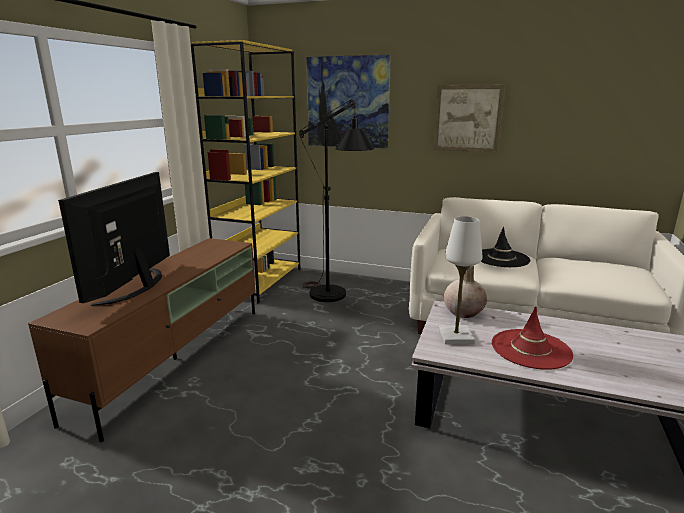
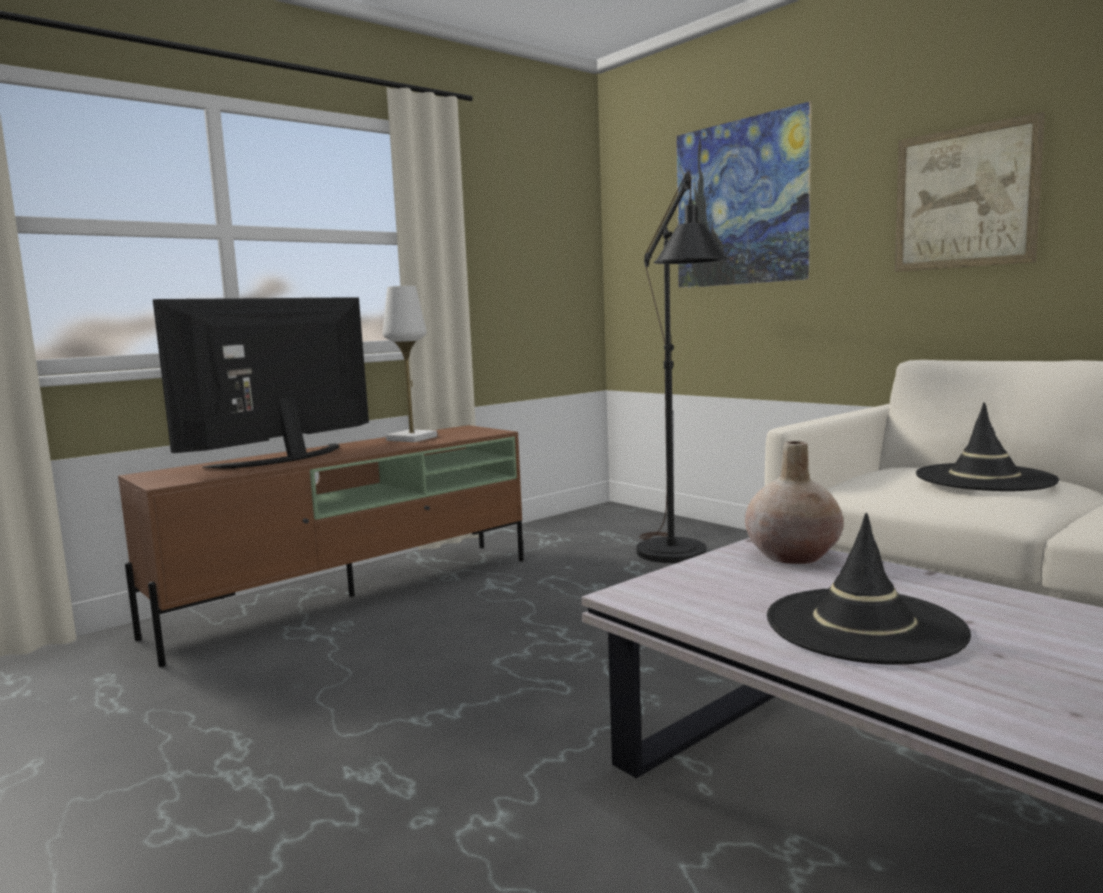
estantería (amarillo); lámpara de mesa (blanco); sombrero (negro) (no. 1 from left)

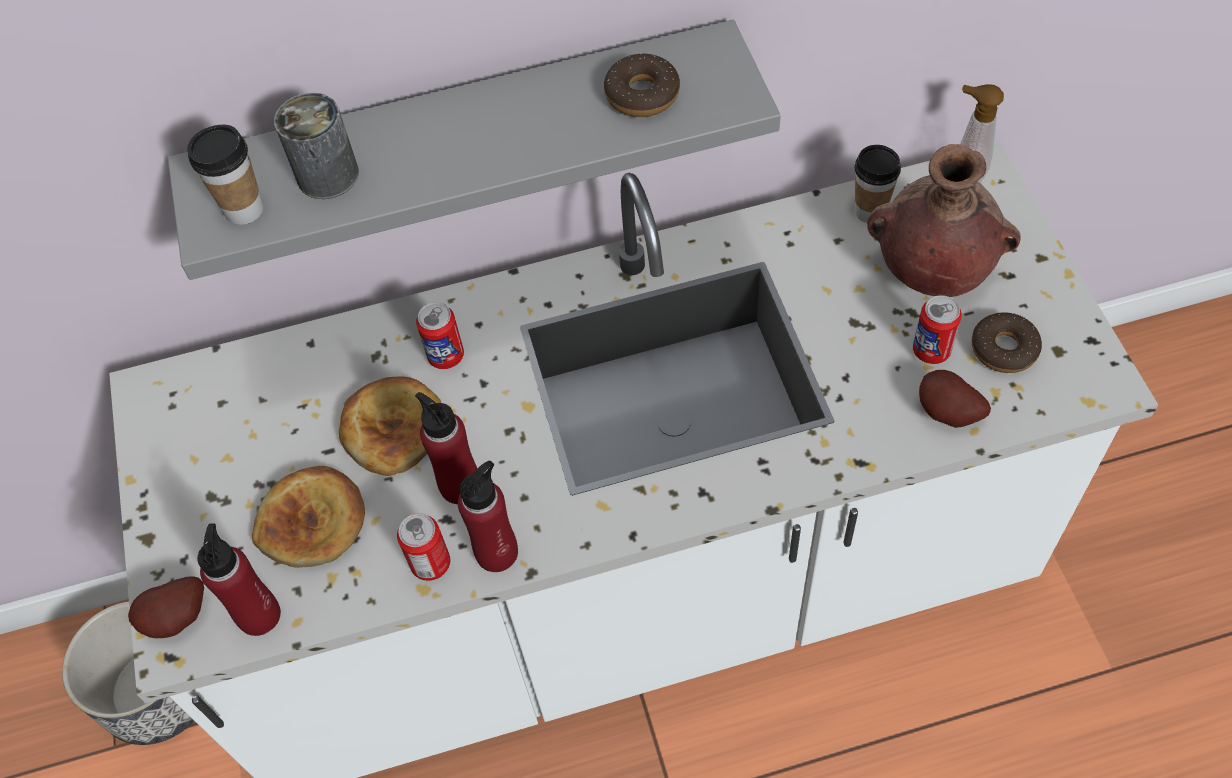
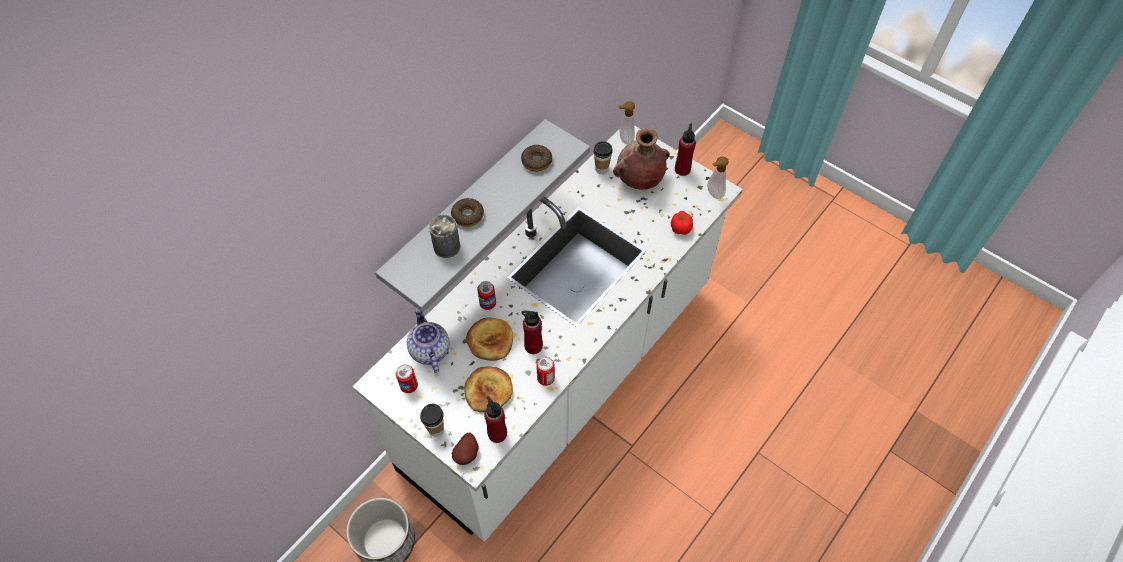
tetera; dispensador de jabón (no. 2 from left); taza (no. 1 from left); botella (rojo) (no. 3 from left); lata (no. 1 from left); rosquilla (no. 1 from left); tomate

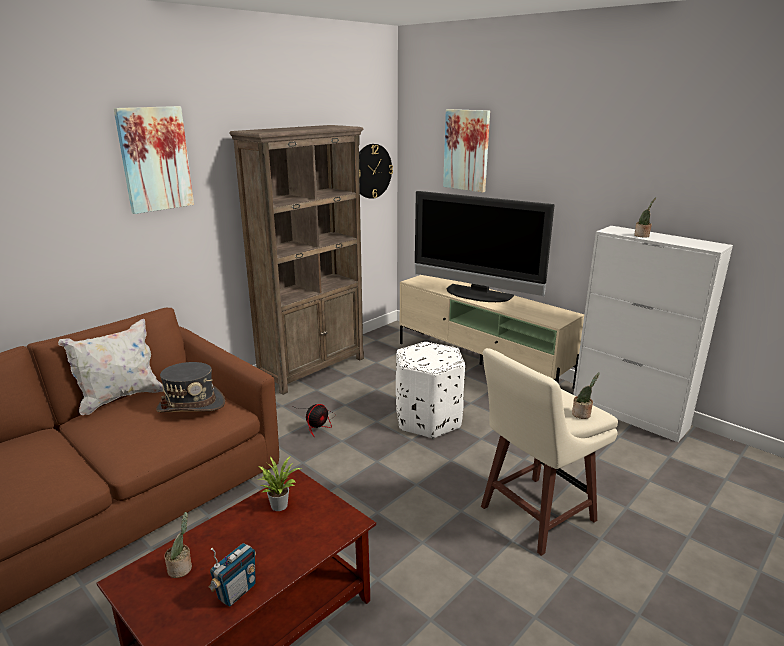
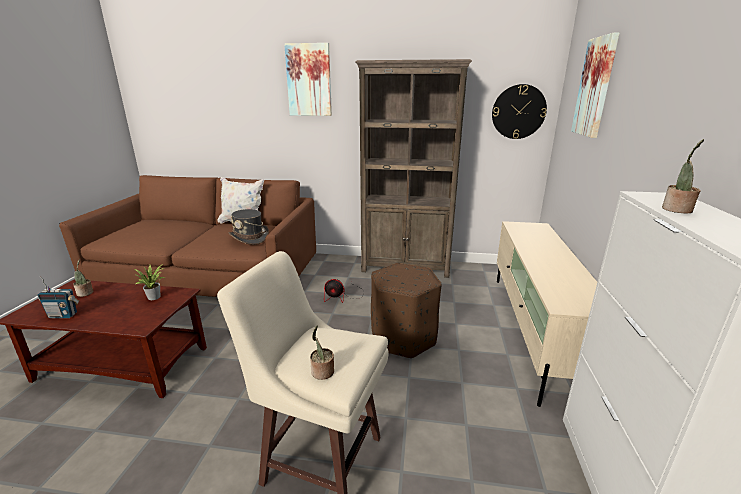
televisor; puf (marrón)

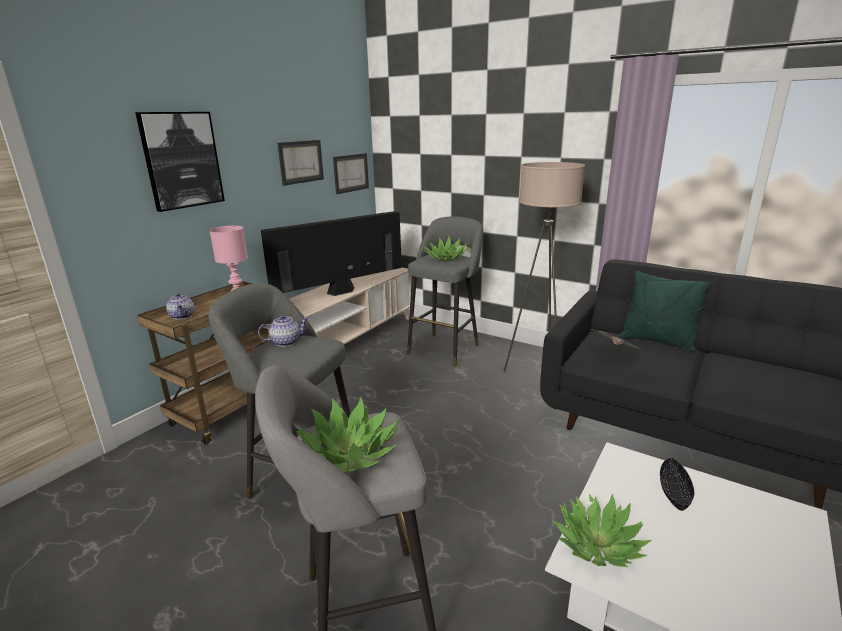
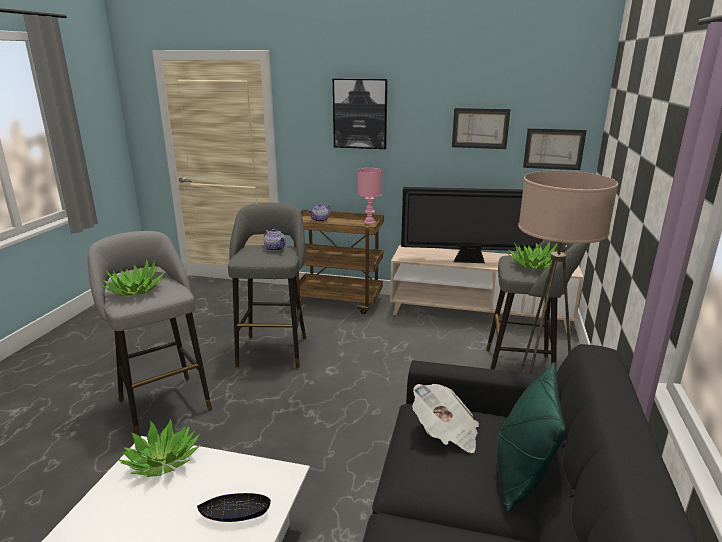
televisor

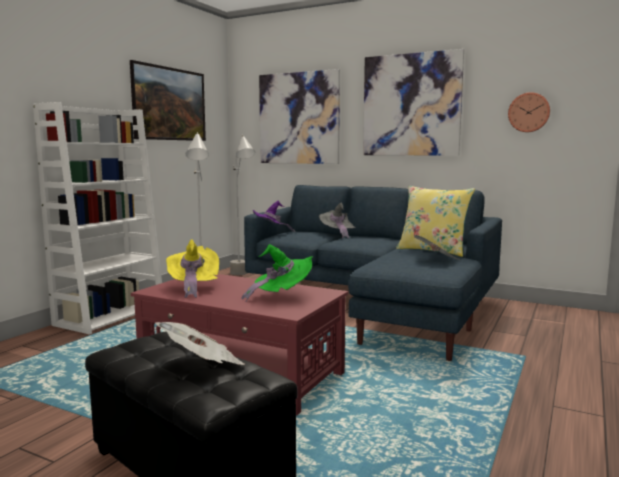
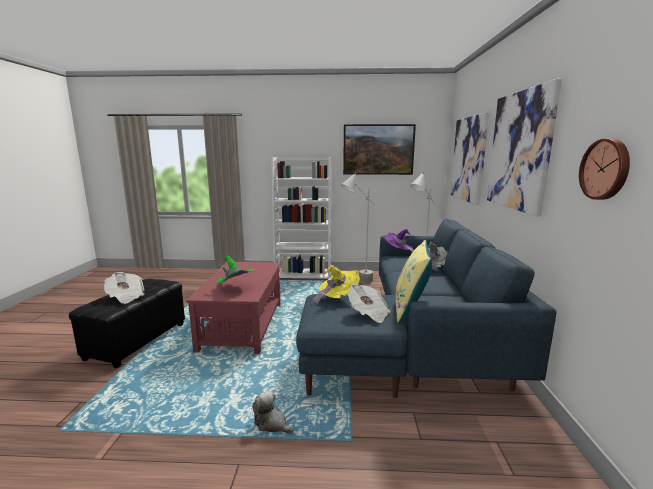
peluche; sombrero (amarillo)

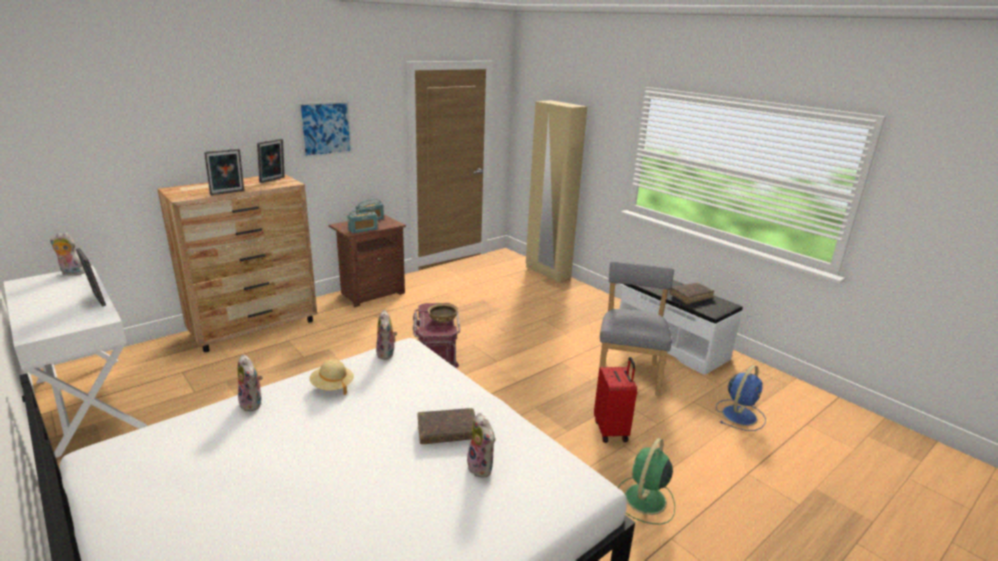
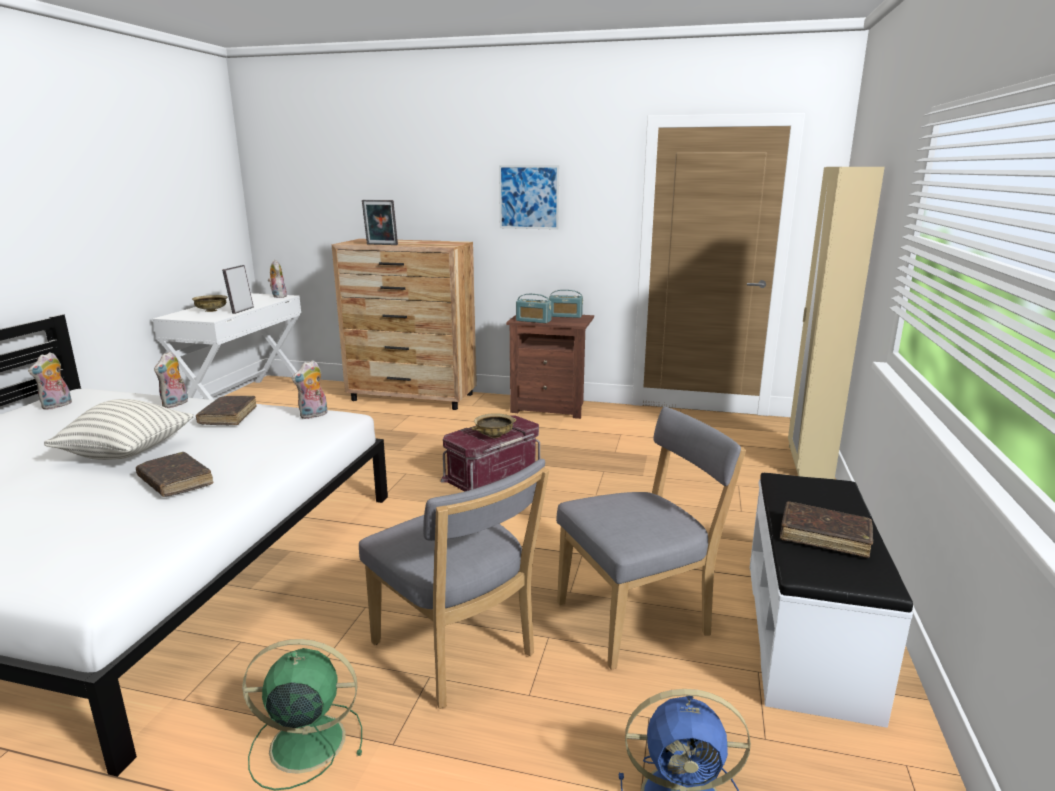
portarretratos (no. 3 from left in the first image); cojín; cuenco (beis) (no. 1 from left); peluche (no. 1 from left); libro (marrón) (no. 2 from left); silla (gris) (no. 1 from left)

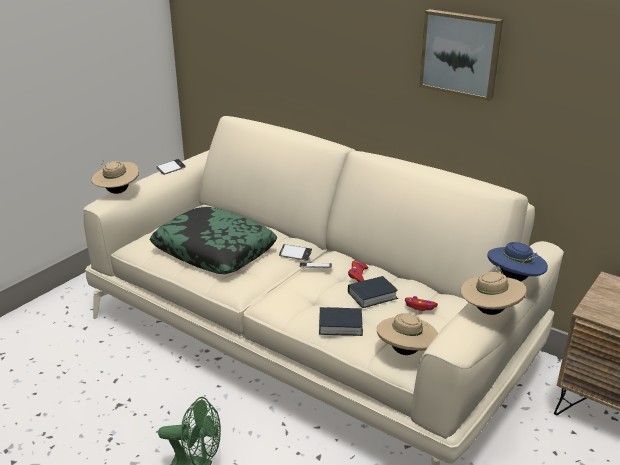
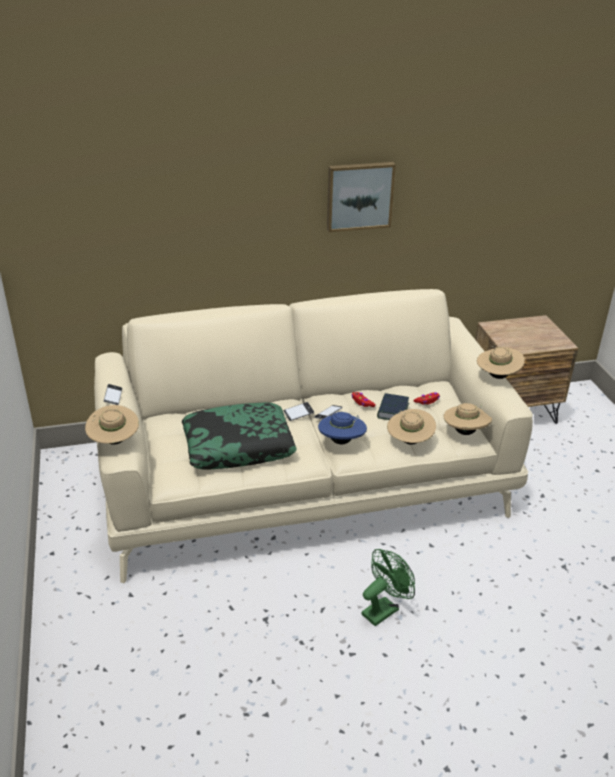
sombrero (azul); sombrero (beis) (no. 2 from left)

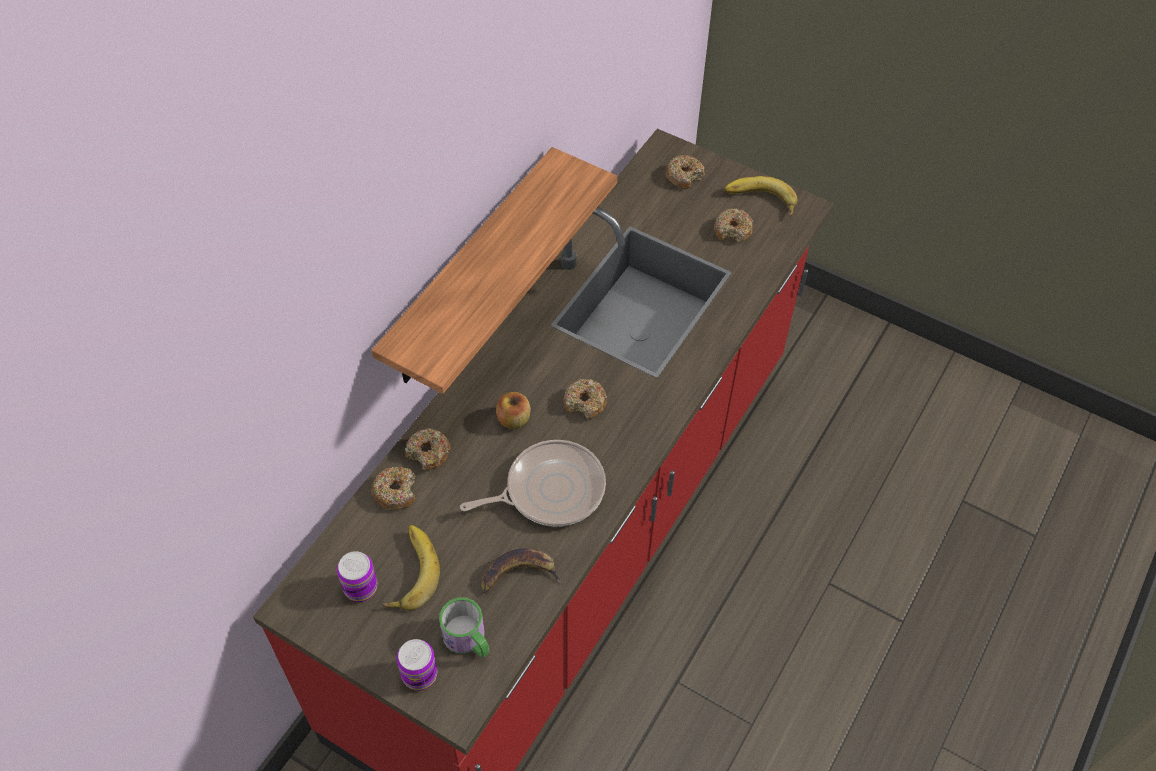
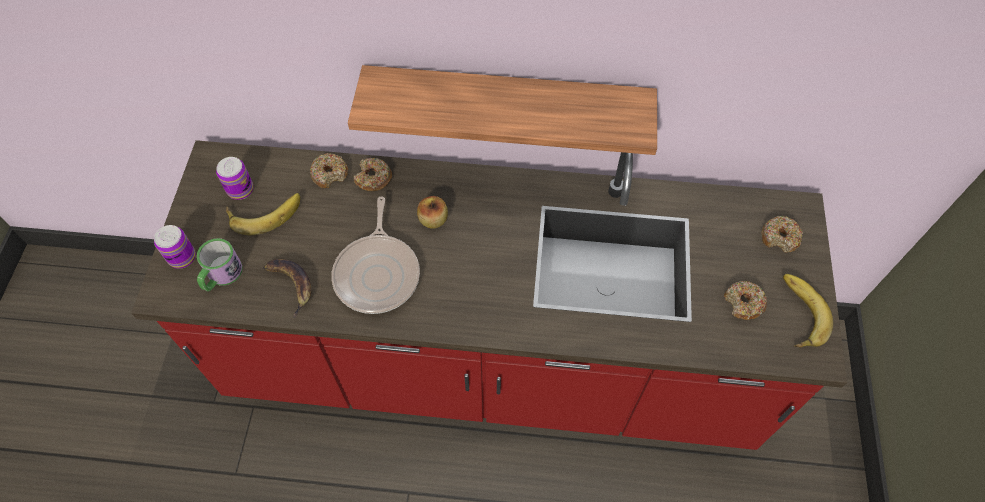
rosquilla (no. 3 from left in the first image); sartén

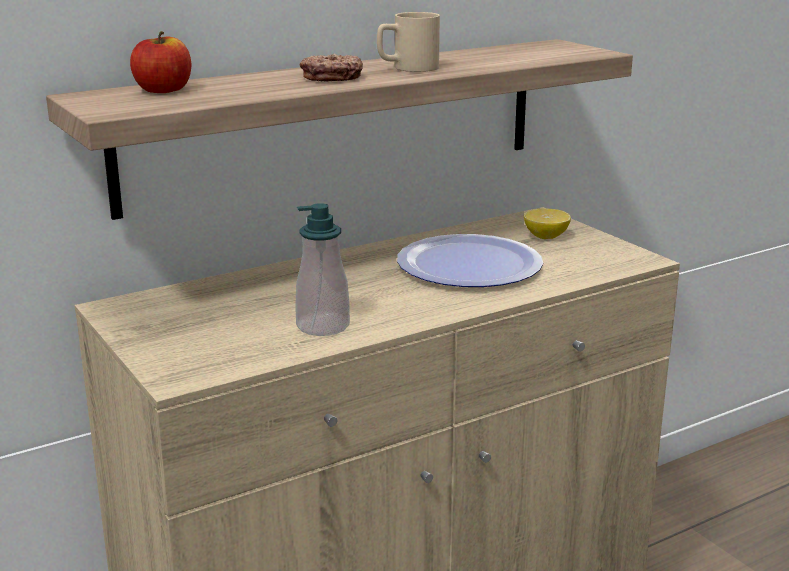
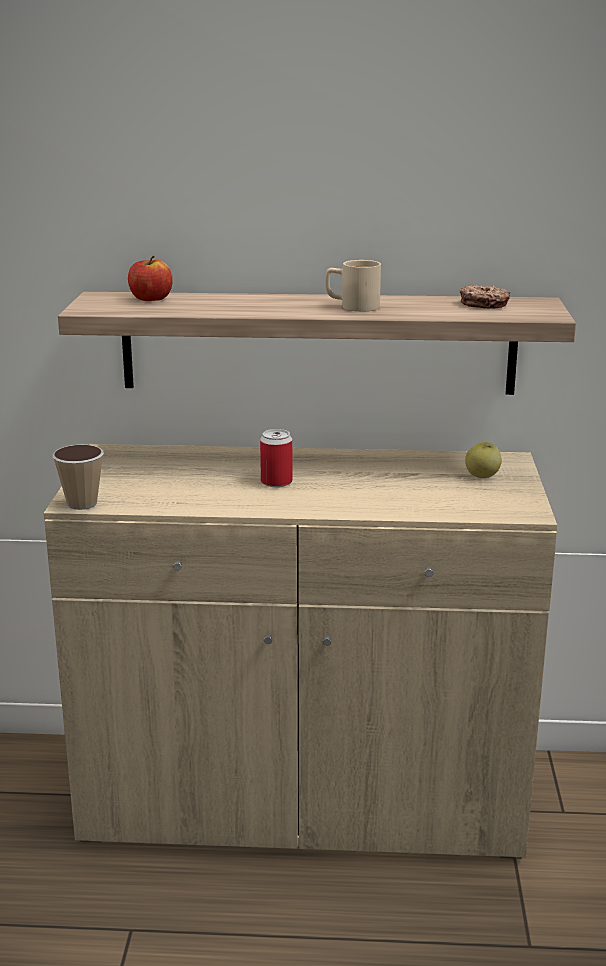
dispensador de jabón; plato; taza; lata; rosquilla; manzana (no. 2 from left)

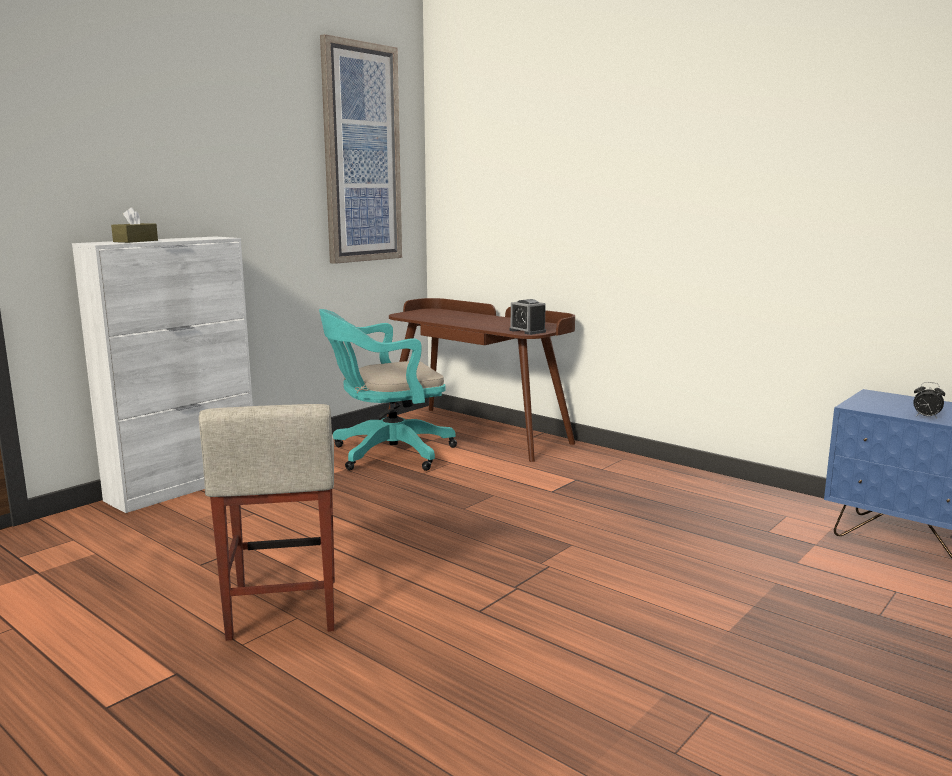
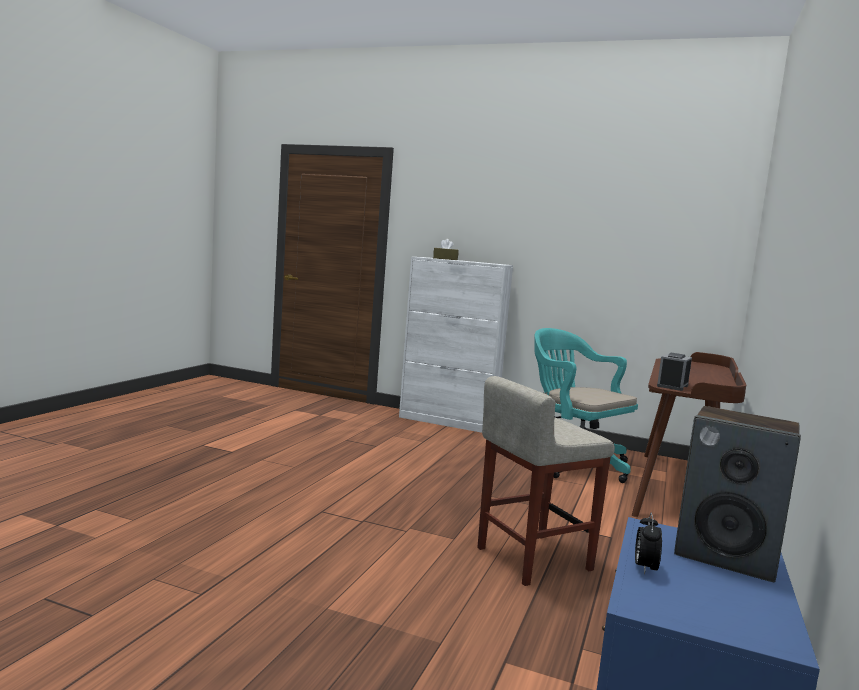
cuadro; altavoz; taburete (beis)

